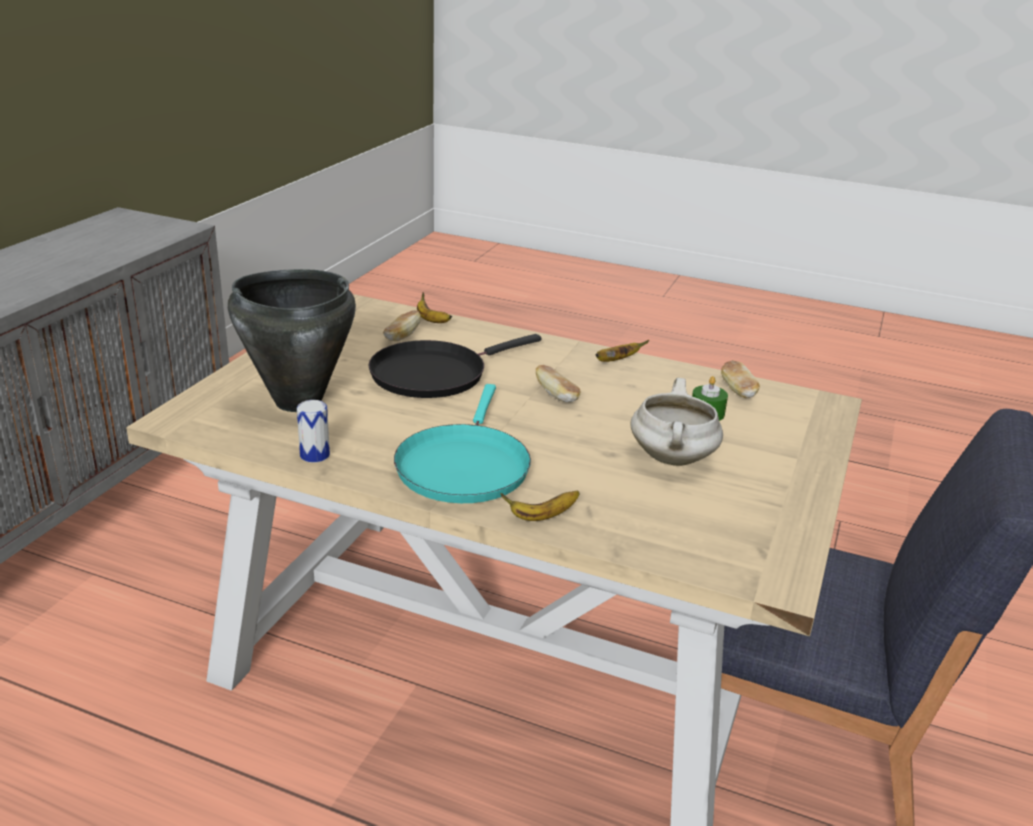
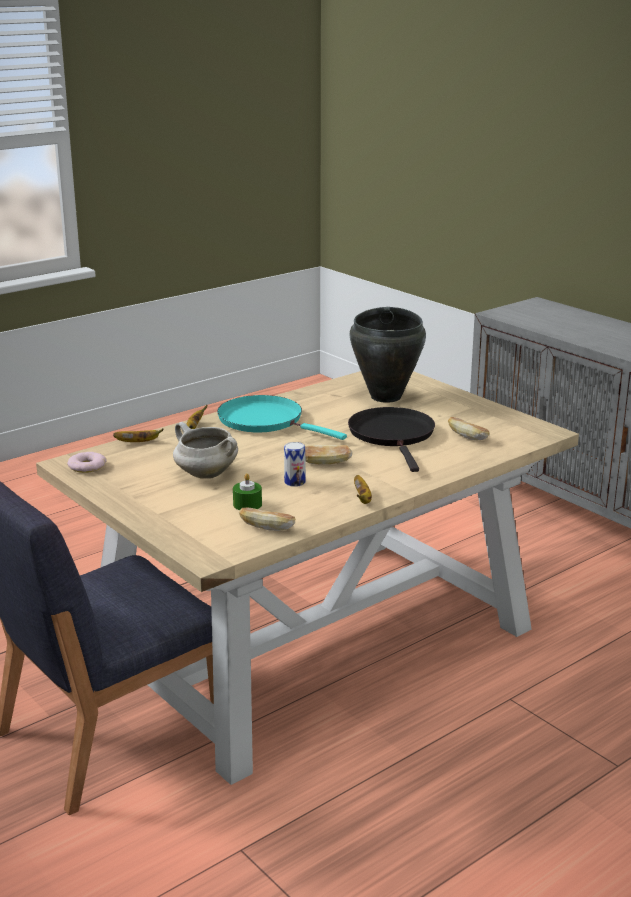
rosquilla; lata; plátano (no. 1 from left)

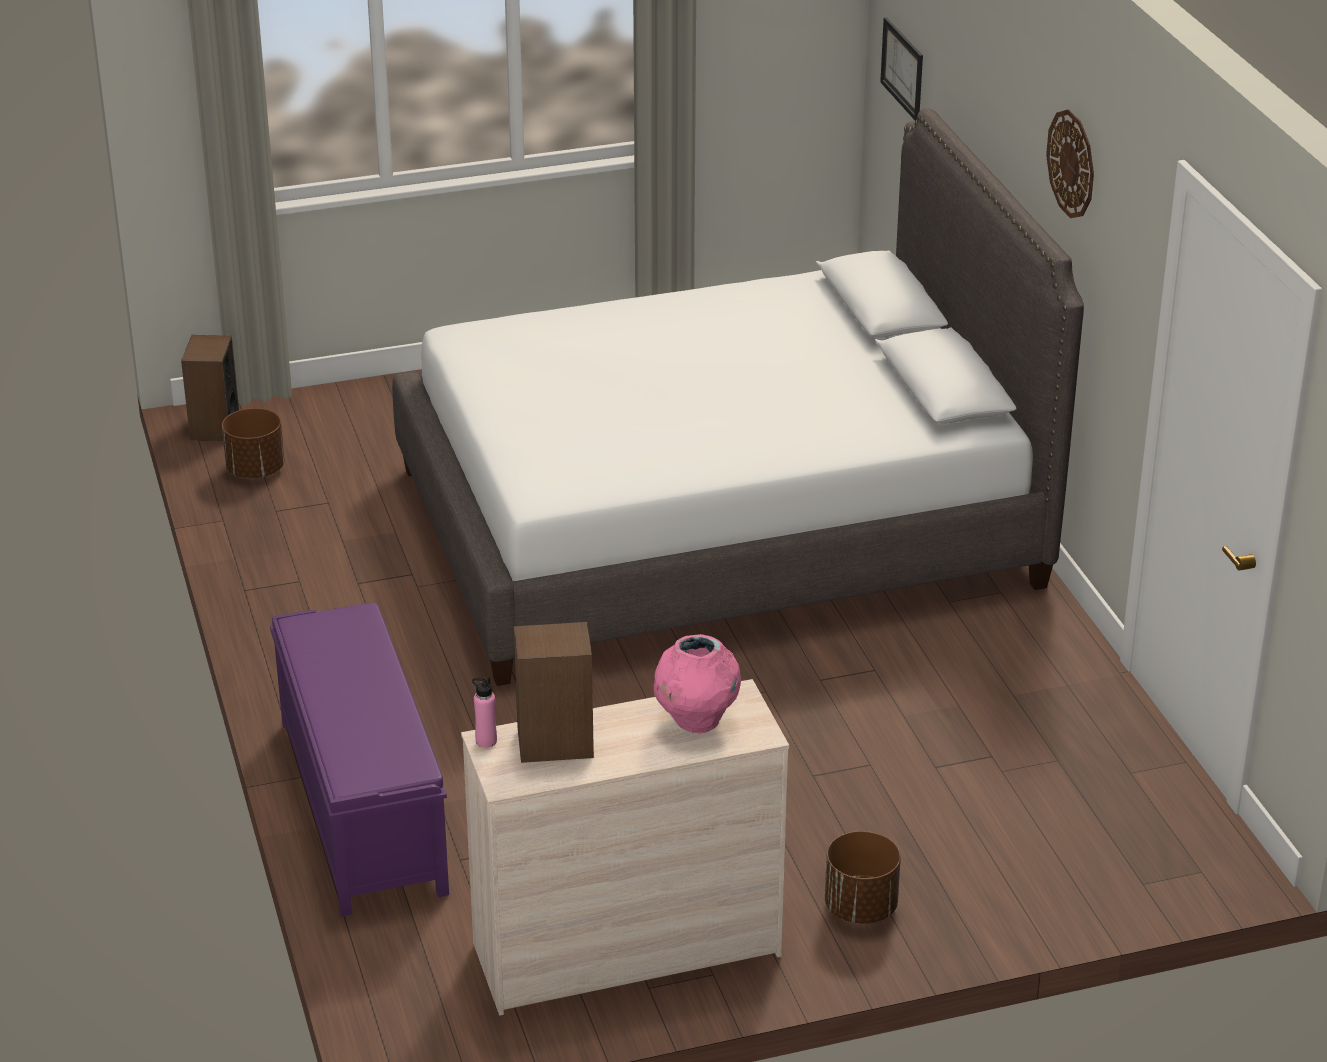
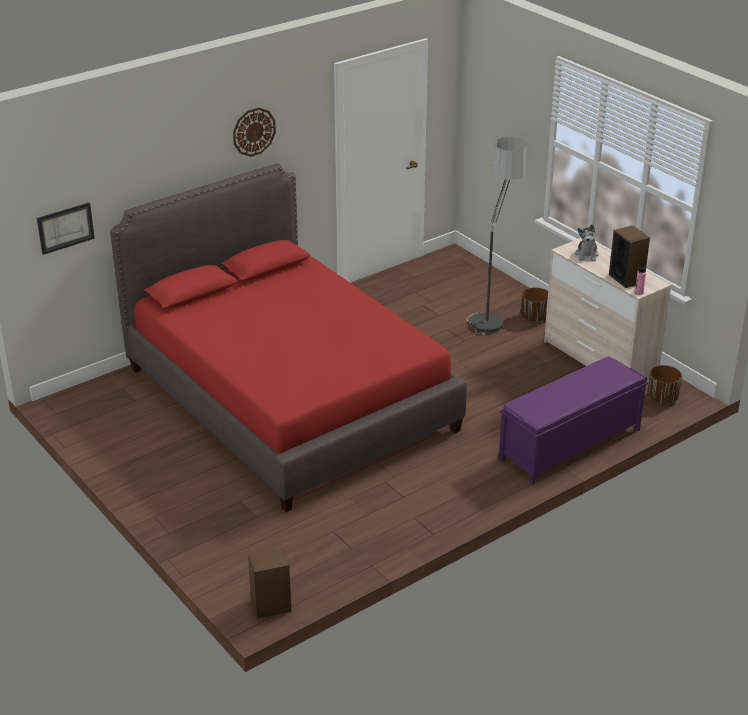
lámpara de pie; maceta (marrón) (no. 2 from left); peluche; cama (rojo)

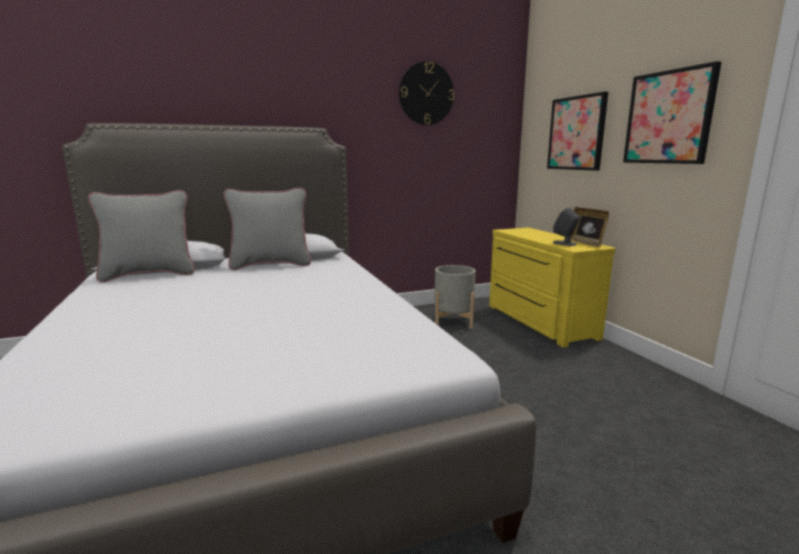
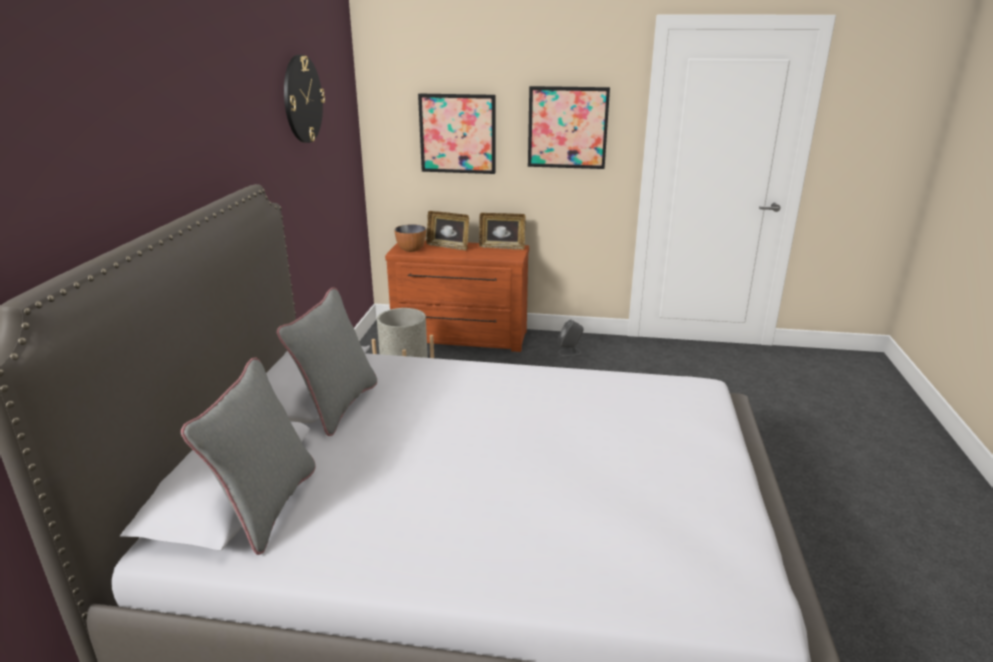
cuenco; portarretratos (no. 1 from left); altavoz (gris); cómoda (marrón)

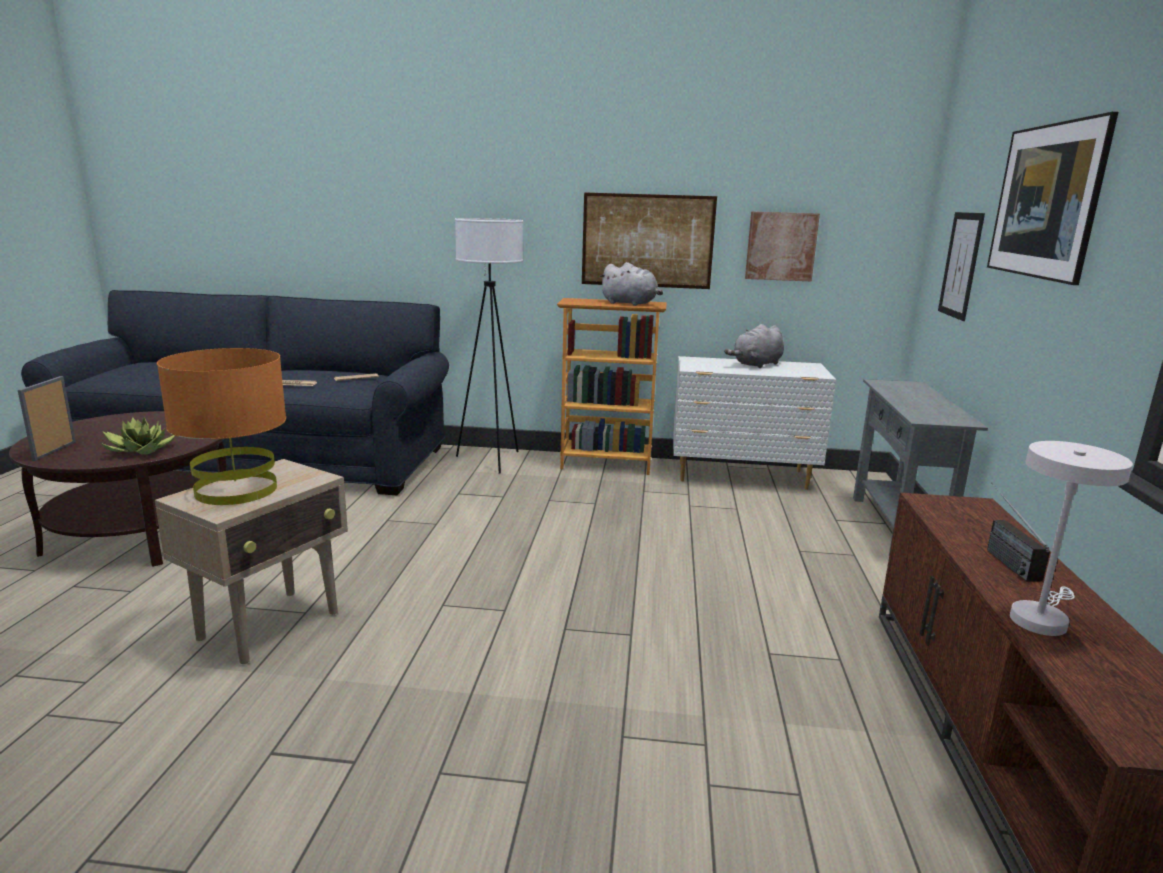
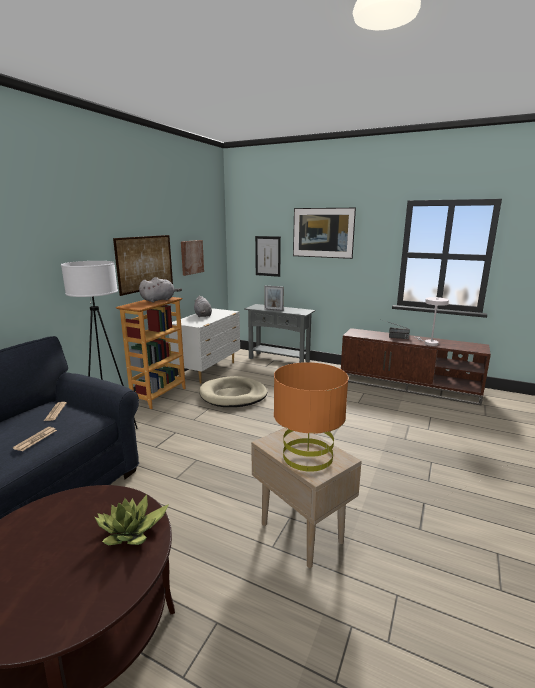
cama para perro (beis); portarretratos

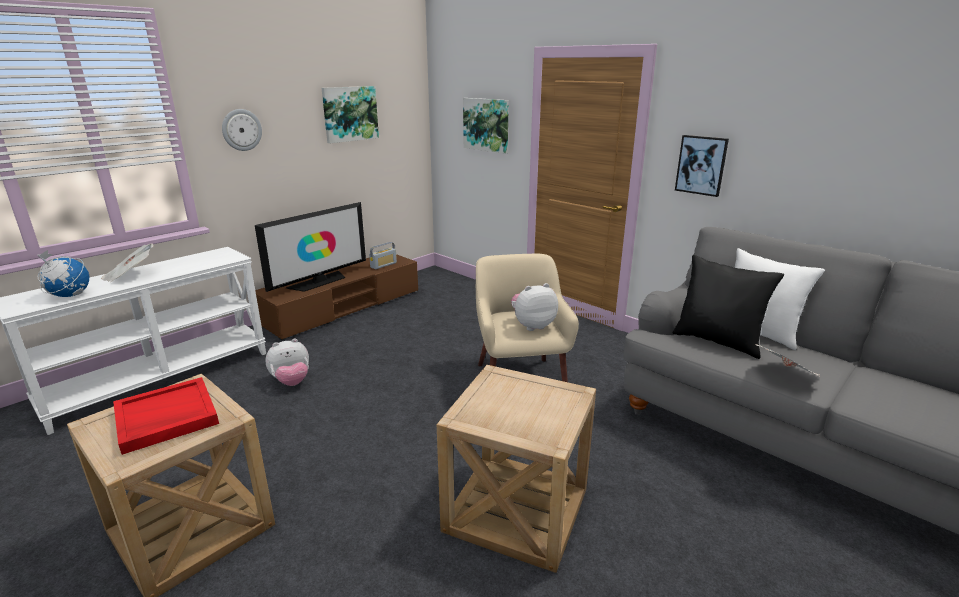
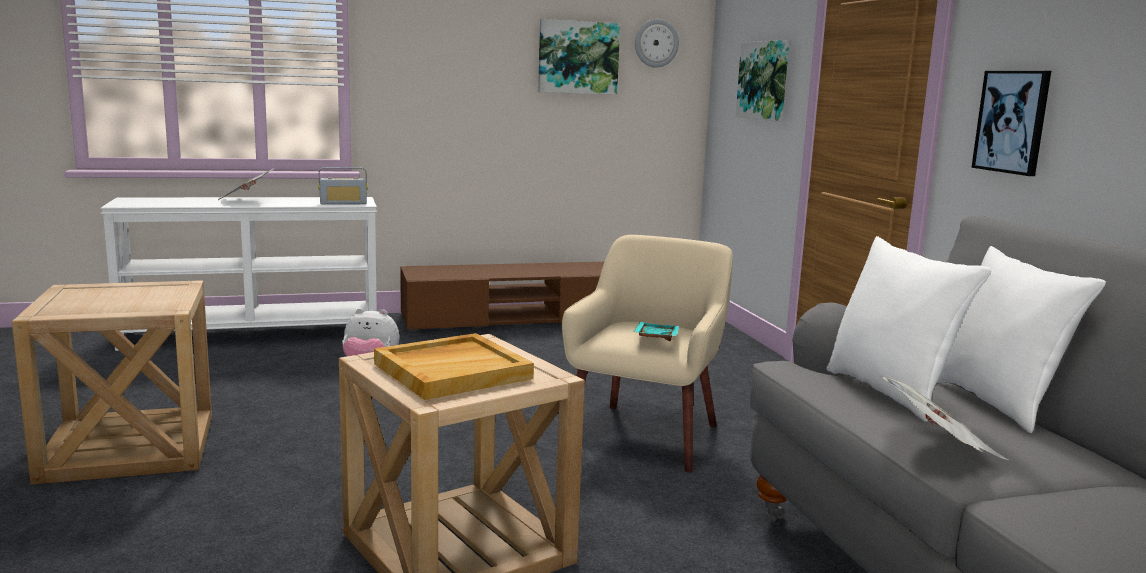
globo terráqueo; bandeja (rojo); televisor; bandeja (beis); reloj de pared; radio; bandeja (turquesa); cojín (blanco) (no. 1 from left)

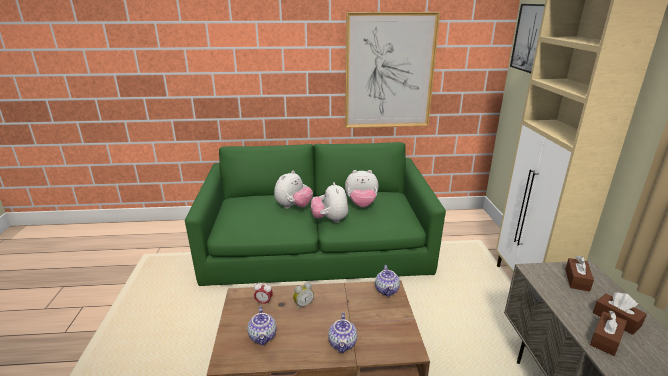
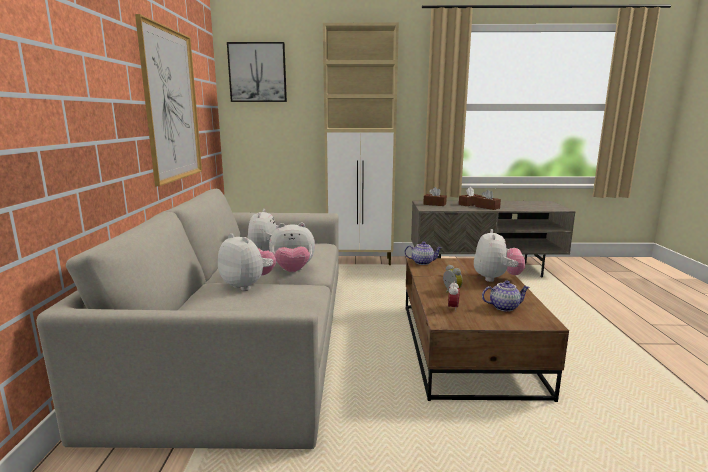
peluche (no. 4 from left); sofá (gris)

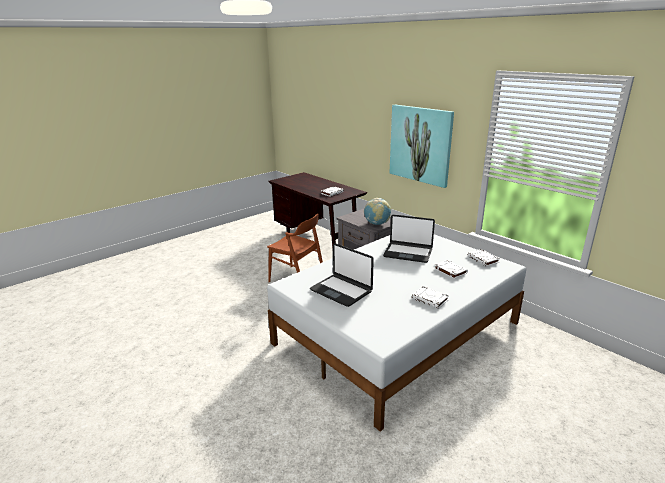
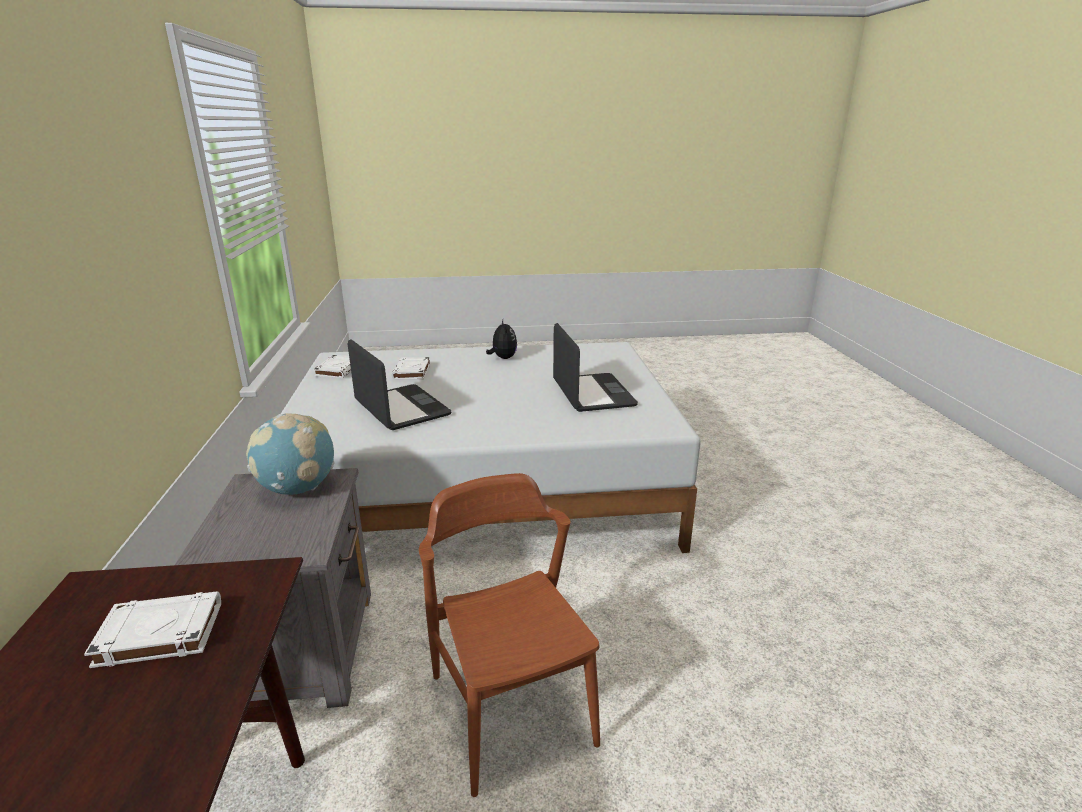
cuadro; peluche

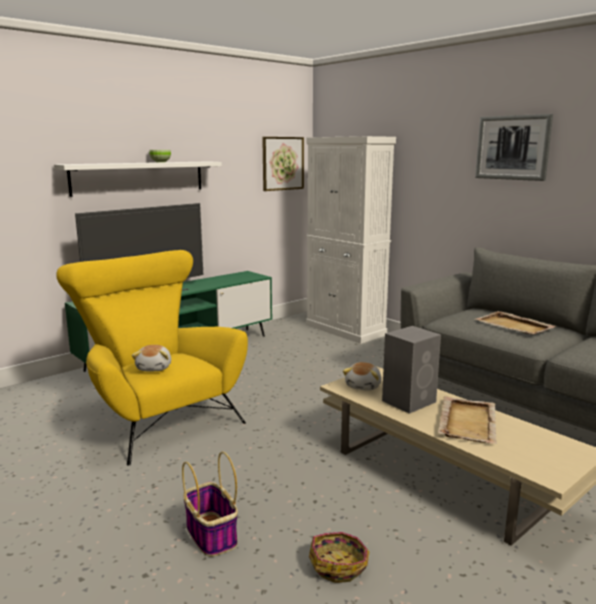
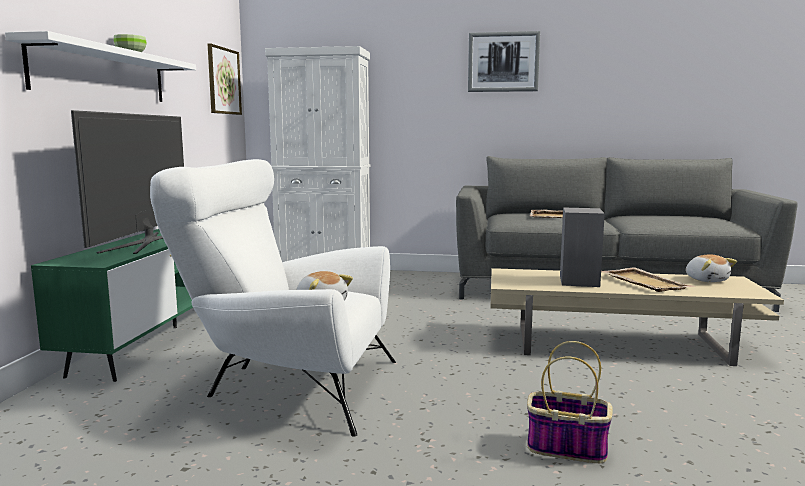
cesta (no. 2 from left in the first image); peluche (no. 2 from left); sillón (blanco)

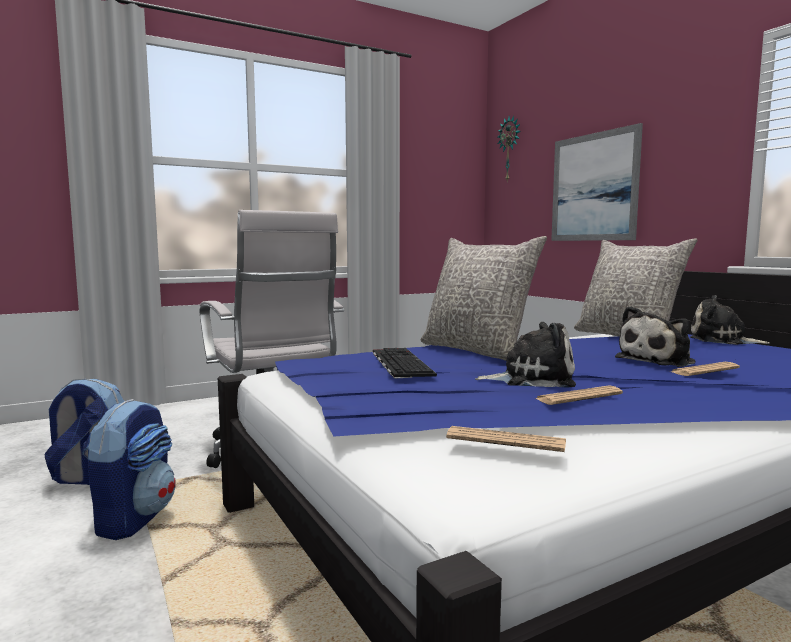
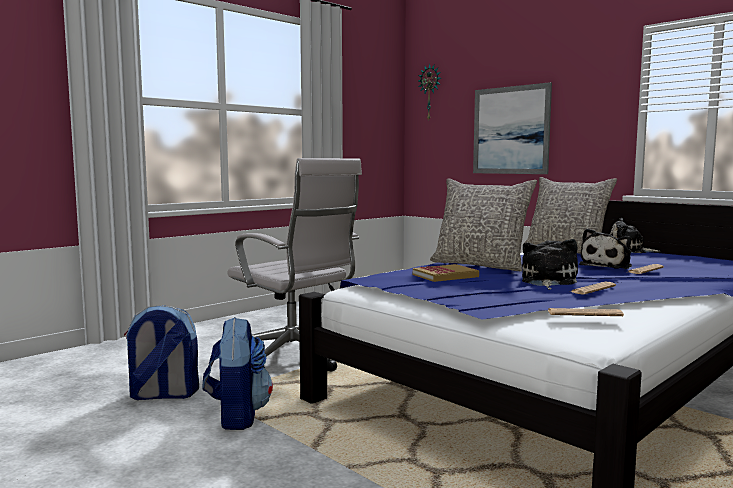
libro; peluche (no. 1 from left)

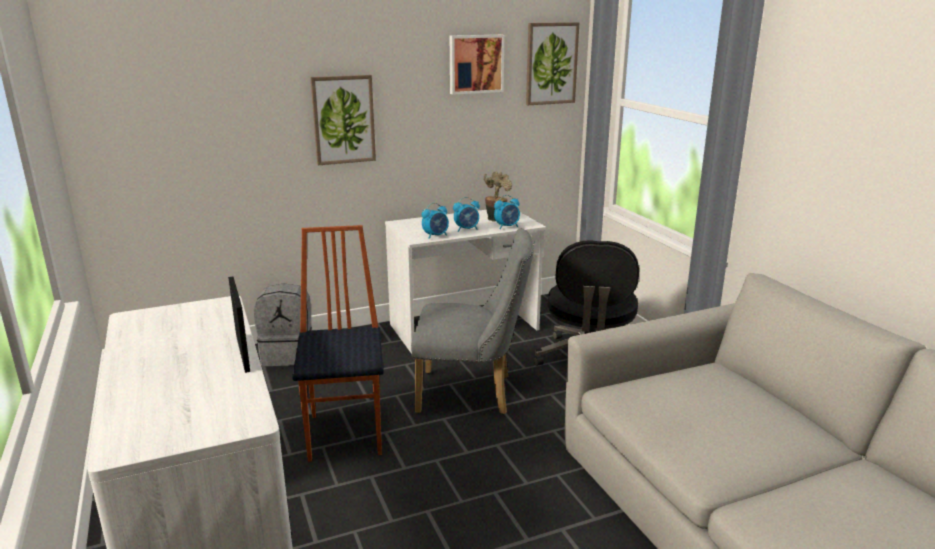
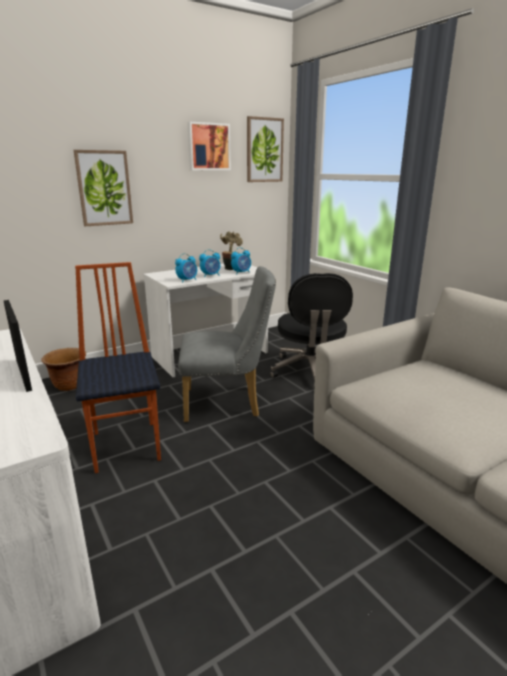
maceta (marrón)

